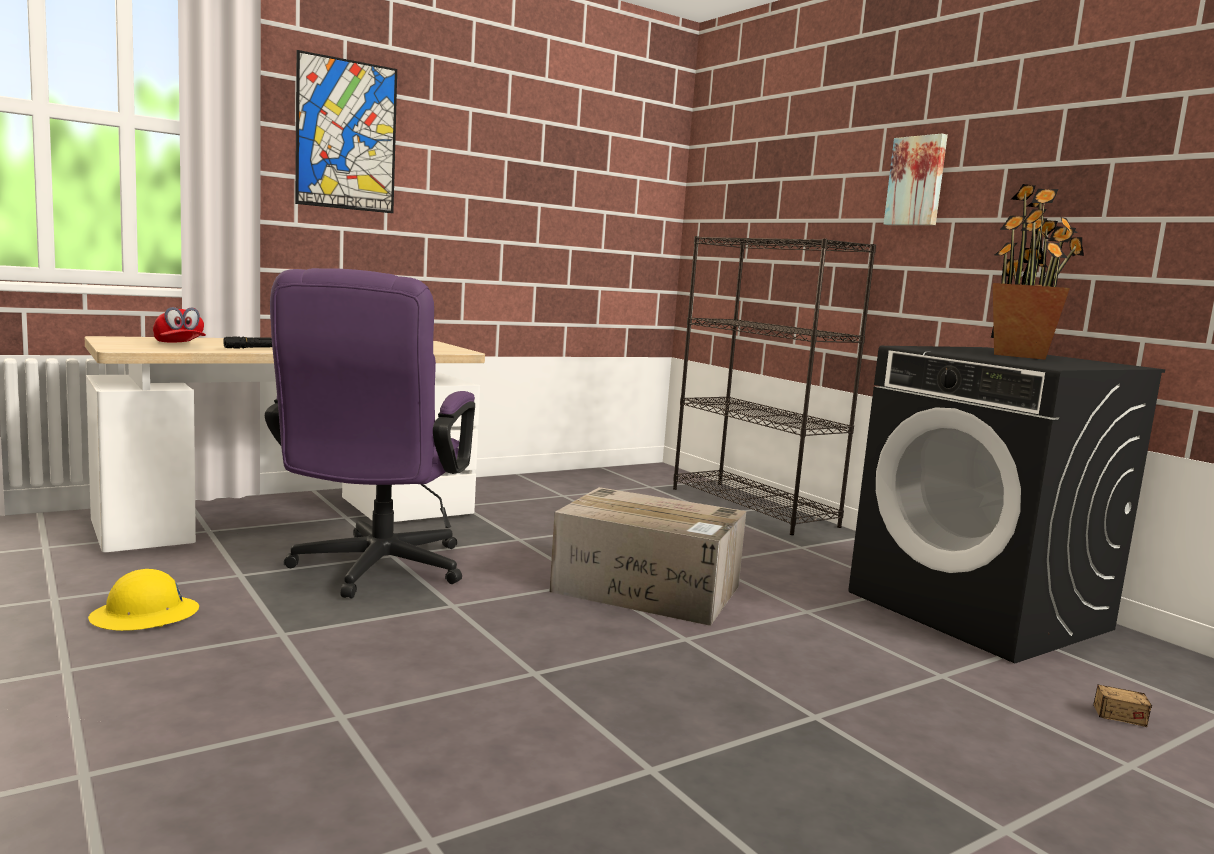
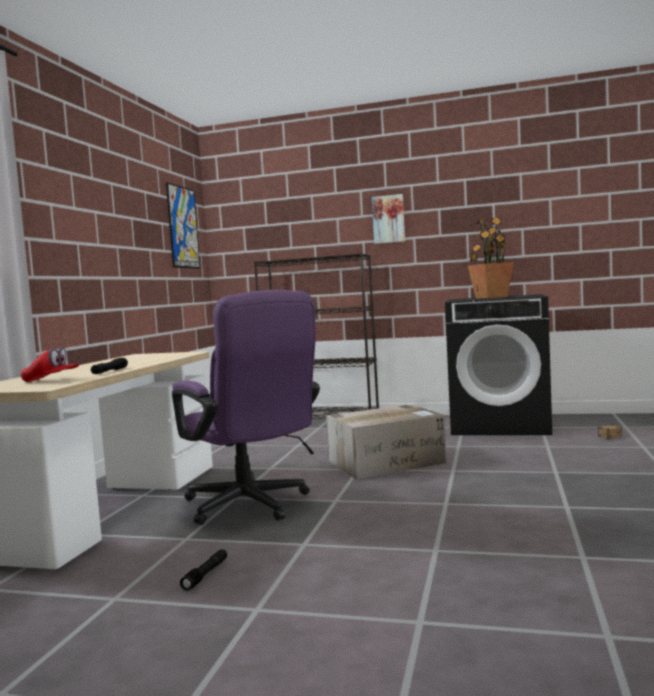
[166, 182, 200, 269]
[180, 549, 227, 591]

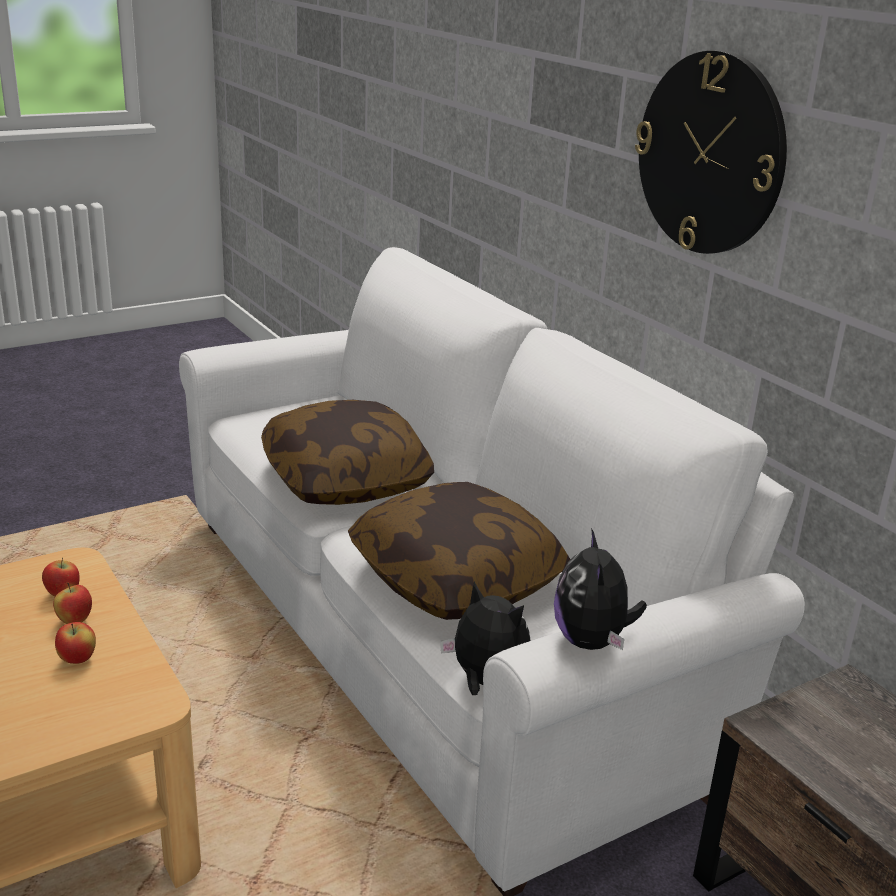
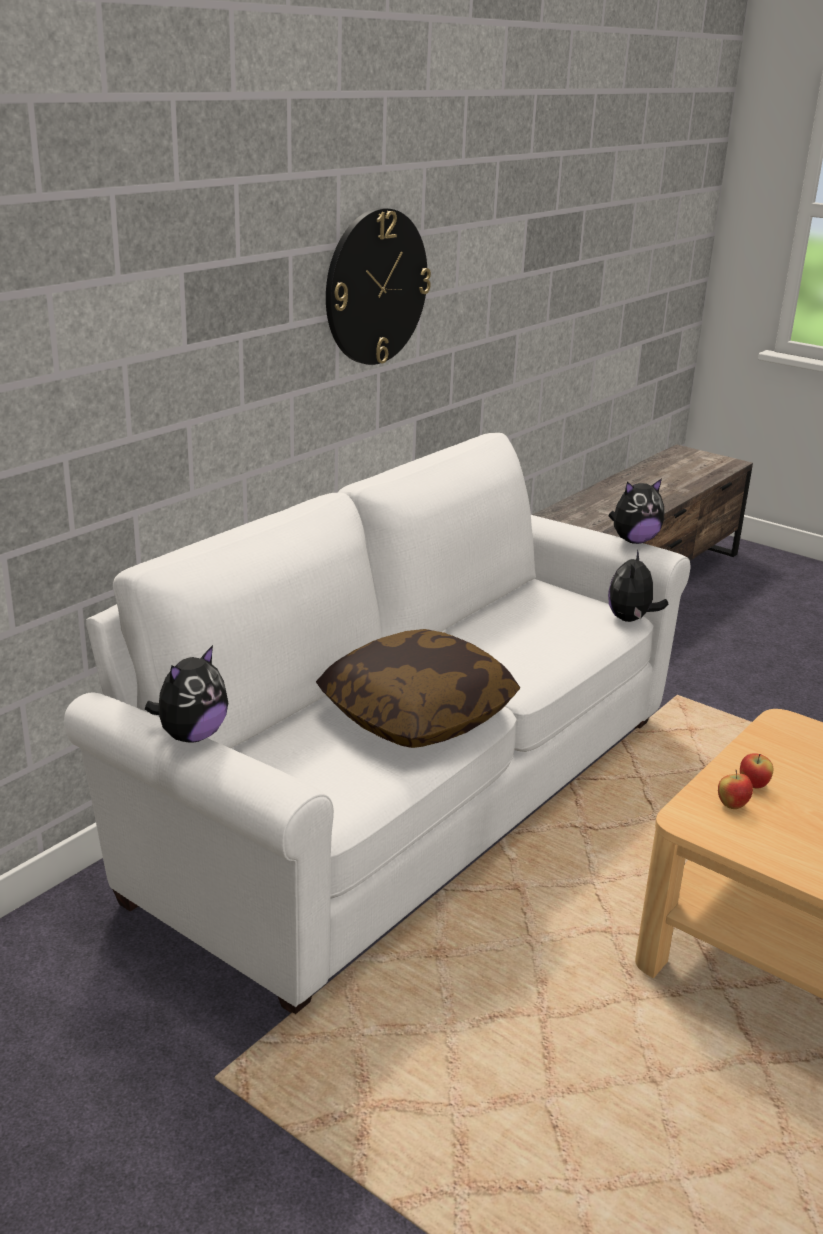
[145, 645, 228, 743]
[55, 622, 96, 664] (first image)
[348, 482, 570, 620] (first image)

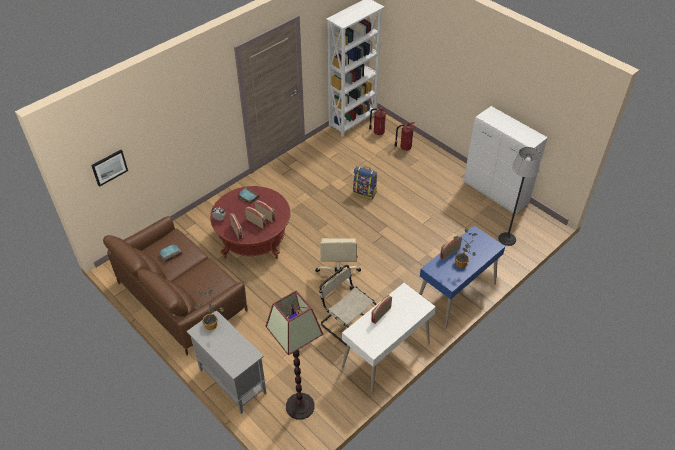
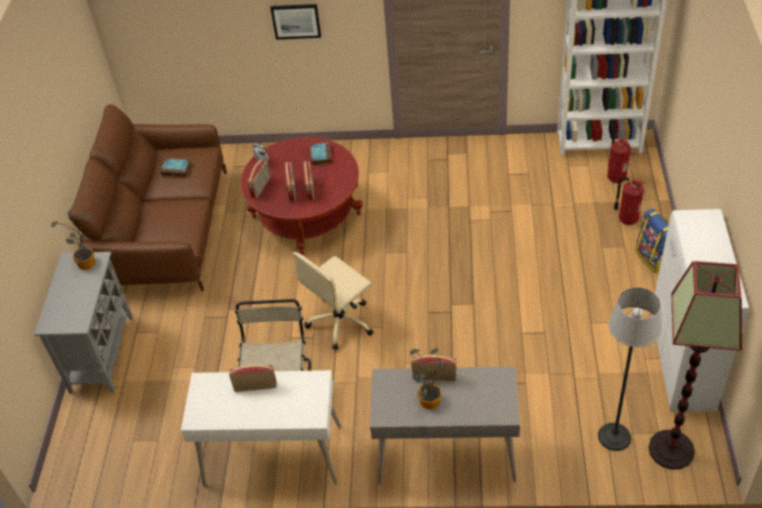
[270, 4, 321, 40]
[370, 366, 520, 484]
[635, 209, 669, 273]
[648, 261, 742, 470]

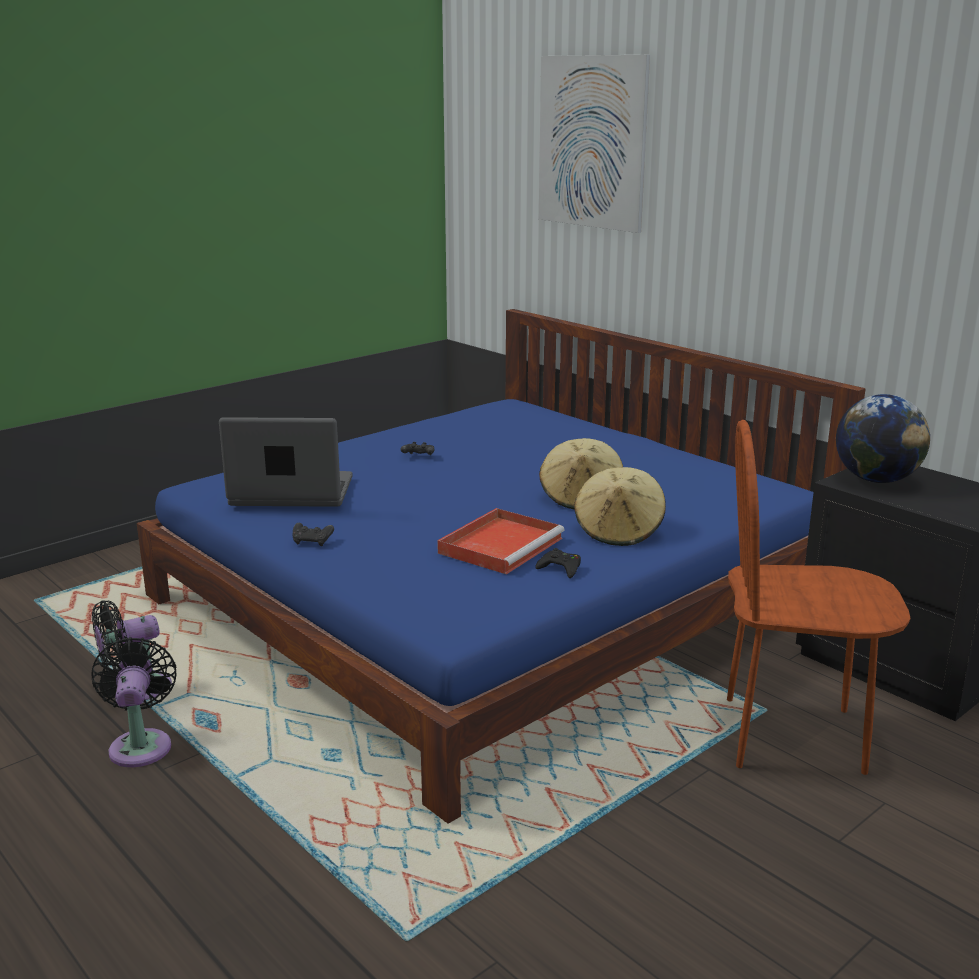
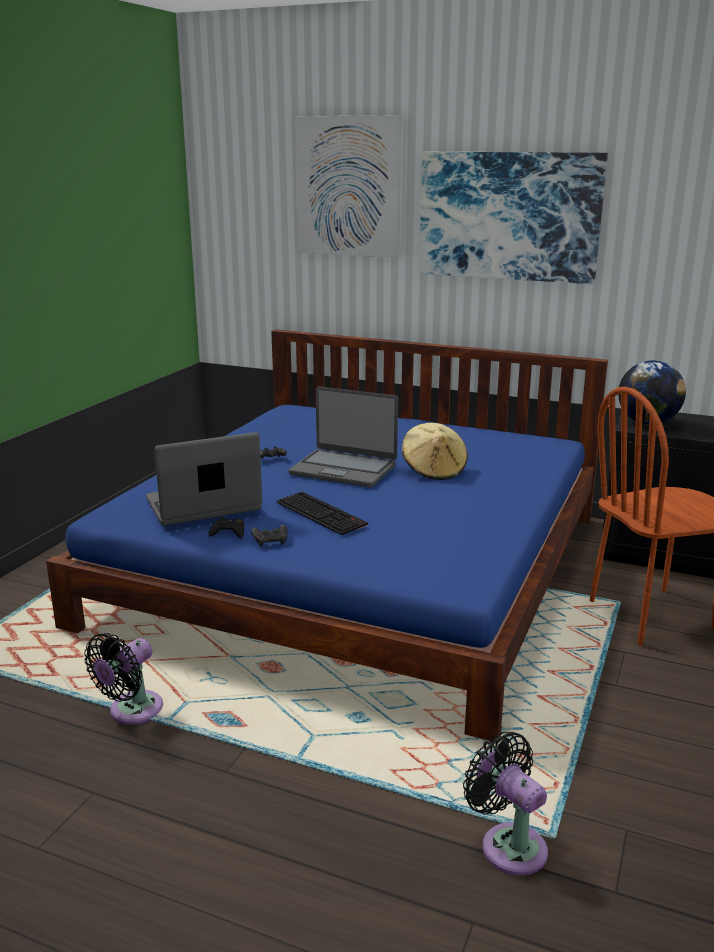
[208, 517, 244, 539]
[276, 492, 368, 535]
[288, 387, 398, 487]
[419, 152, 608, 284]
[463, 732, 548, 876]
[437, 508, 565, 574] (first image)
[574, 467, 666, 546] (first image)

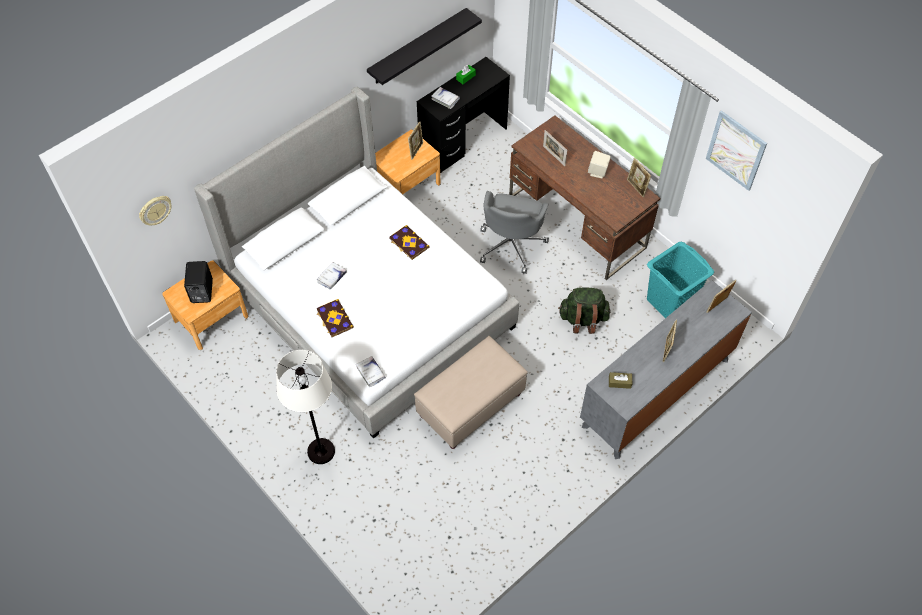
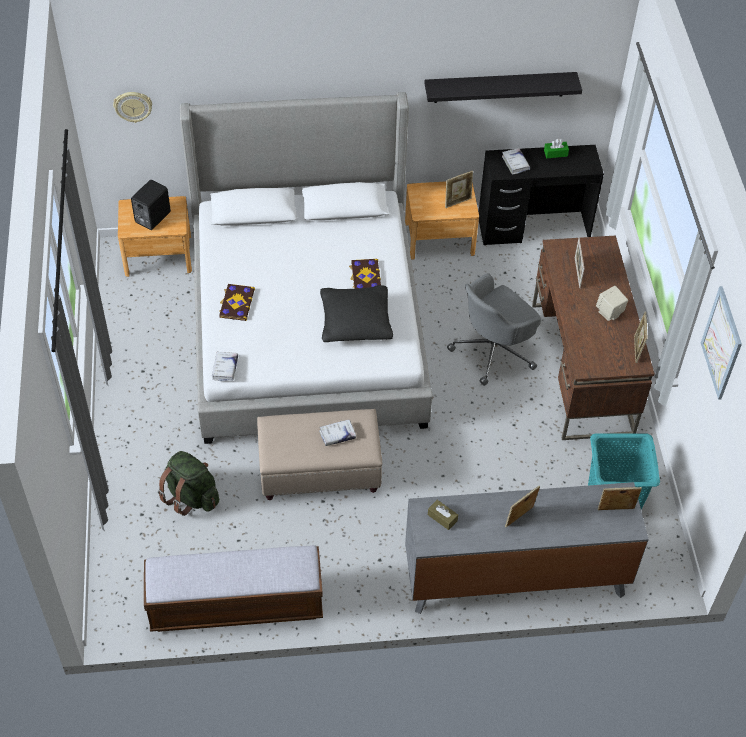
[144, 545, 323, 632]
[158, 451, 219, 516]
[319, 419, 356, 446]
[320, 285, 393, 342]
[276, 350, 335, 464] (first image)

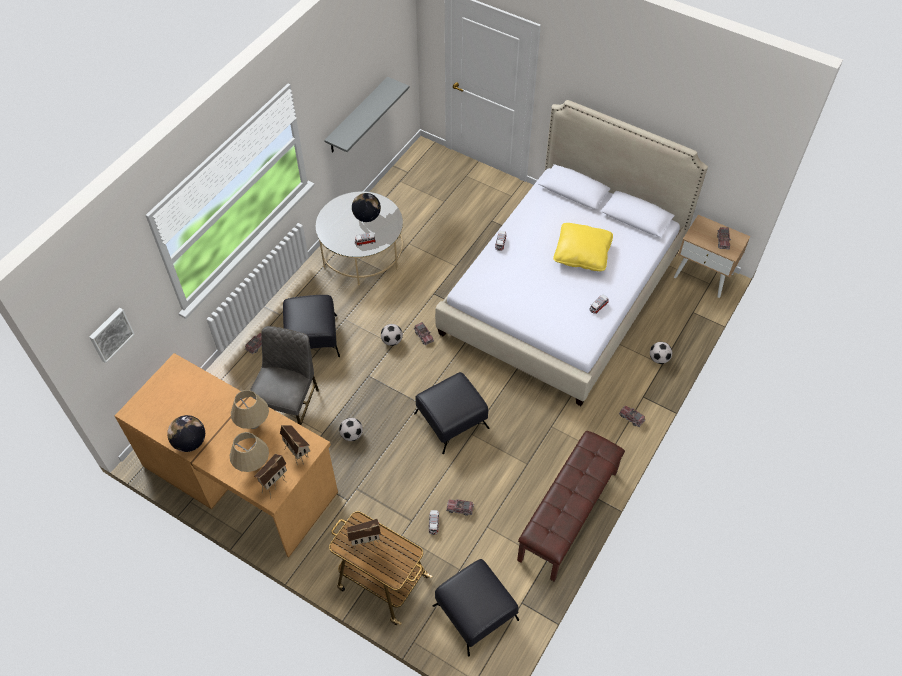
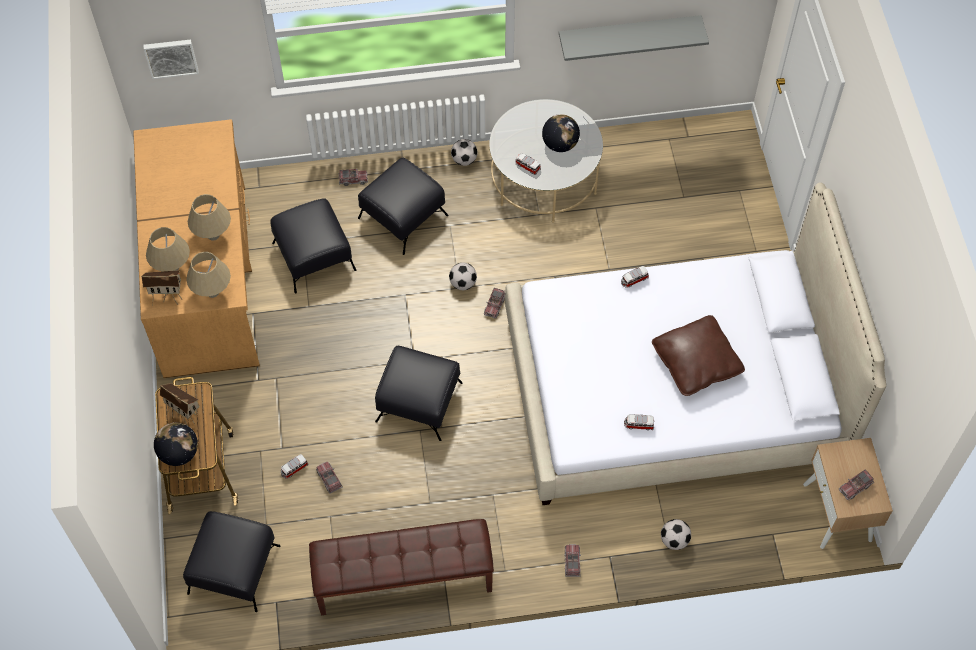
[154, 423, 198, 466]
[186, 252, 231, 298]
[270, 198, 356, 294]
[451, 139, 478, 166]
[652, 315, 745, 396]

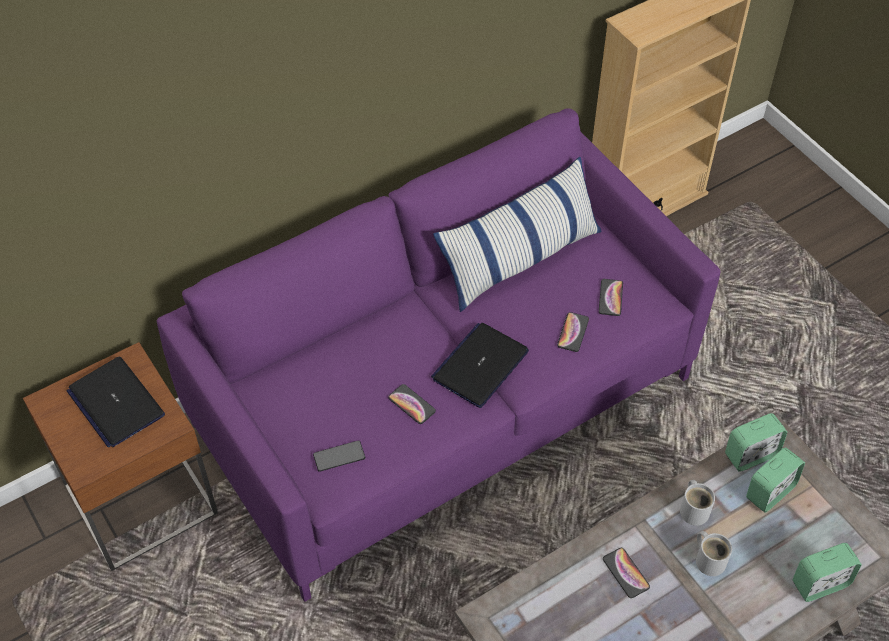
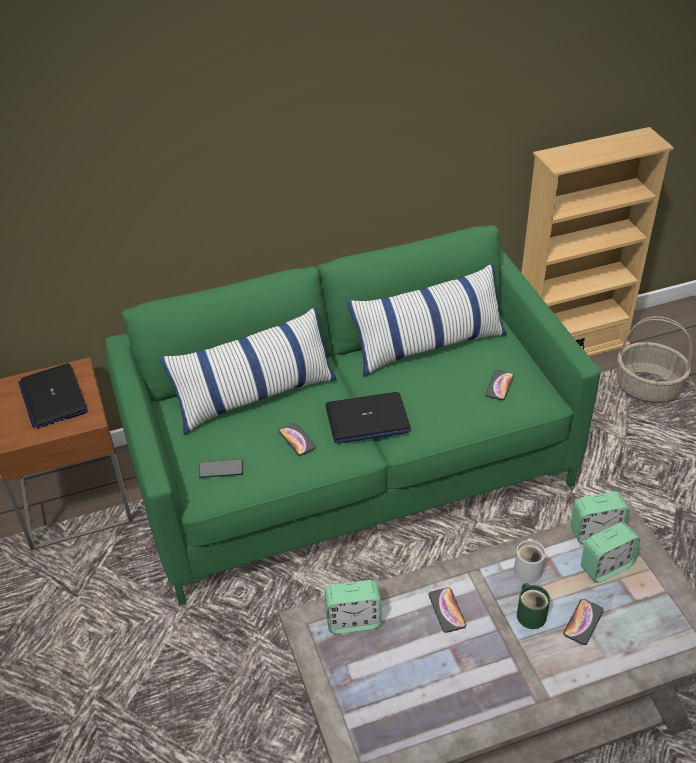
[105, 225, 601, 605]
[159, 306, 337, 435]
[325, 580, 382, 634]
[326, 392, 410, 444]
[517, 583, 550, 629]
[563, 599, 604, 645]
[616, 316, 692, 403]

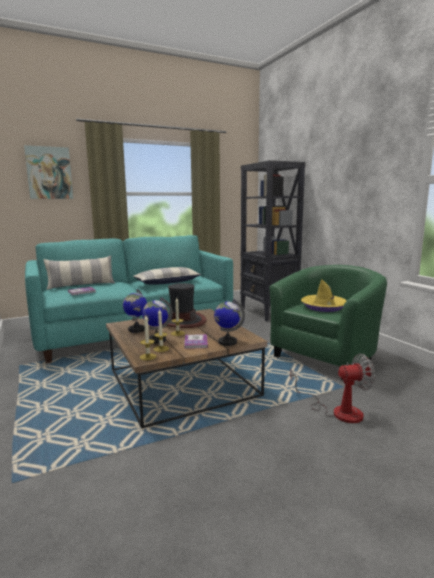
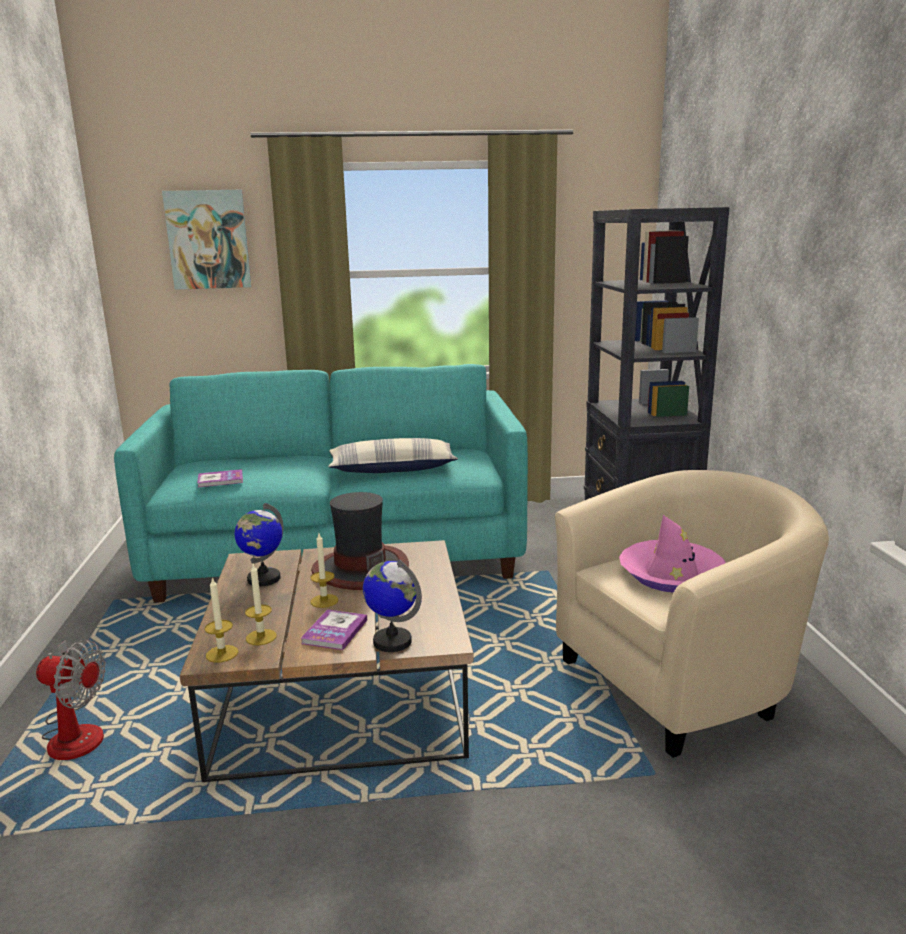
[36, 640, 106, 760]
[555, 470, 829, 758]
[619, 515, 726, 593]
[43, 256, 115, 290] (first image)
[142, 297, 173, 344] (first image)

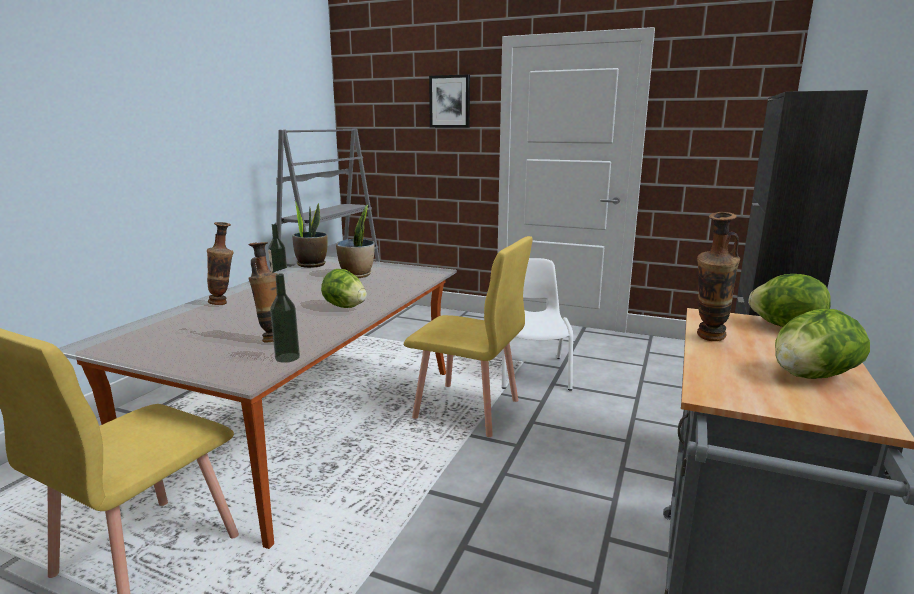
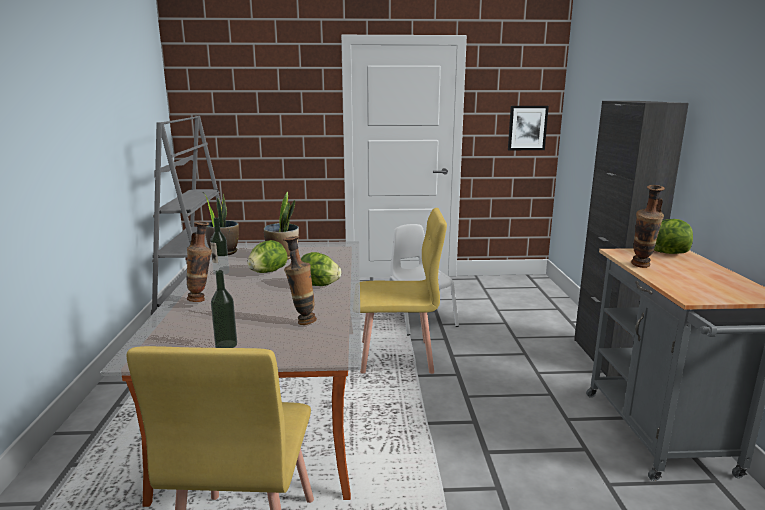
[211, 270, 237, 348]
[248, 240, 288, 273]
[508, 106, 549, 150]

